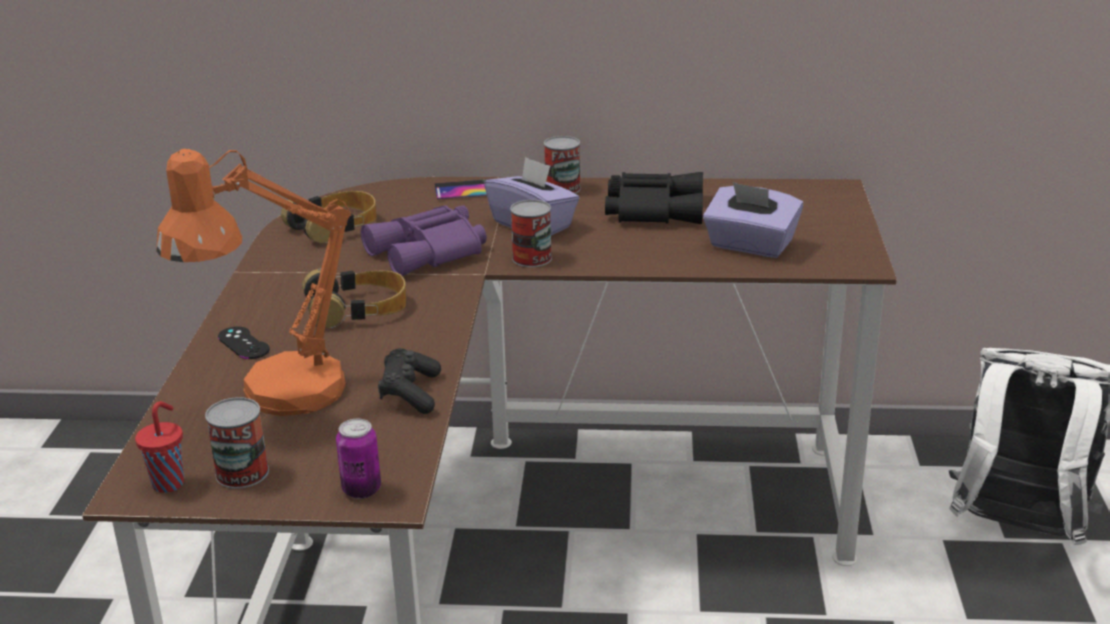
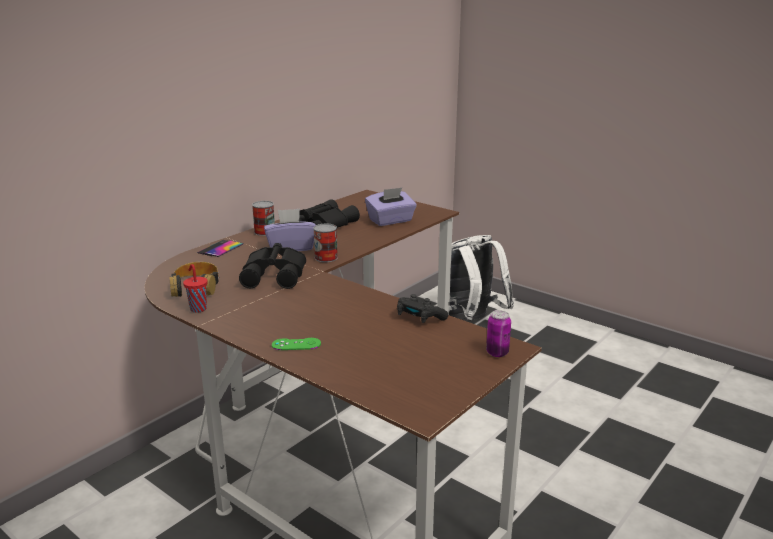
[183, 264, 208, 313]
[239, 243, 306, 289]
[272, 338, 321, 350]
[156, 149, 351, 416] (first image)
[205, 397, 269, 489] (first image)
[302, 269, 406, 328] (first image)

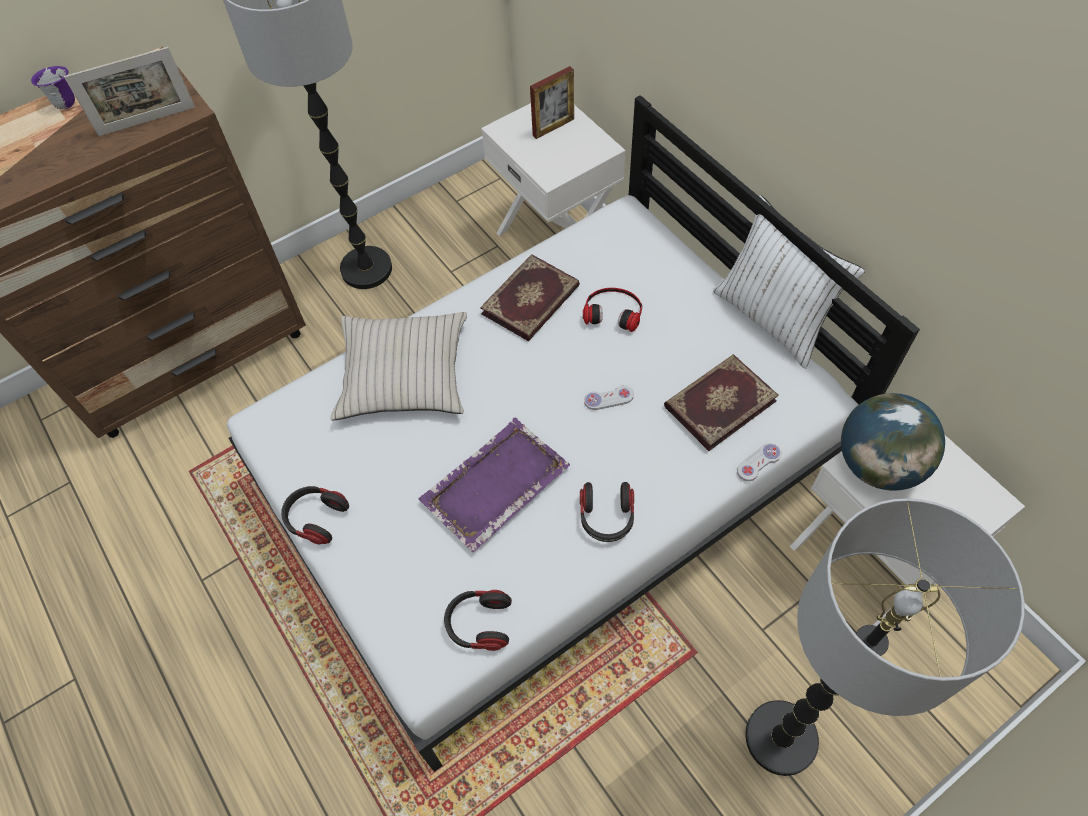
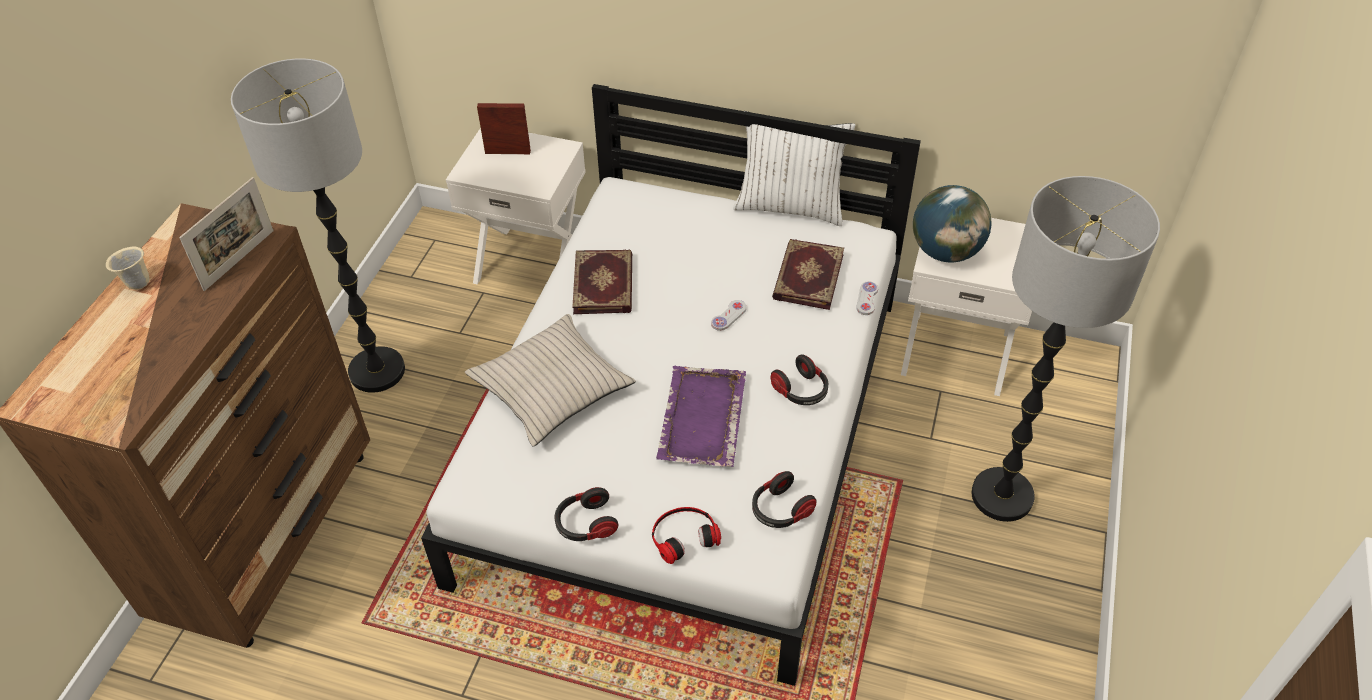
[106, 247, 149, 290]
[477, 103, 531, 154]
[652, 507, 721, 564]

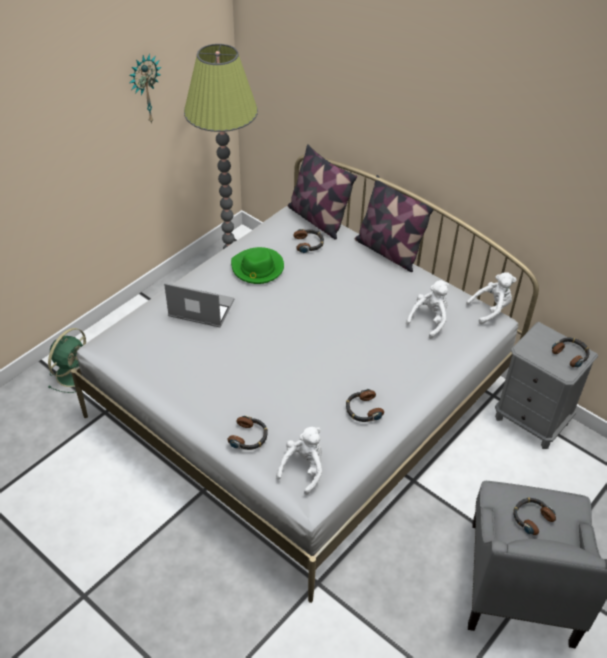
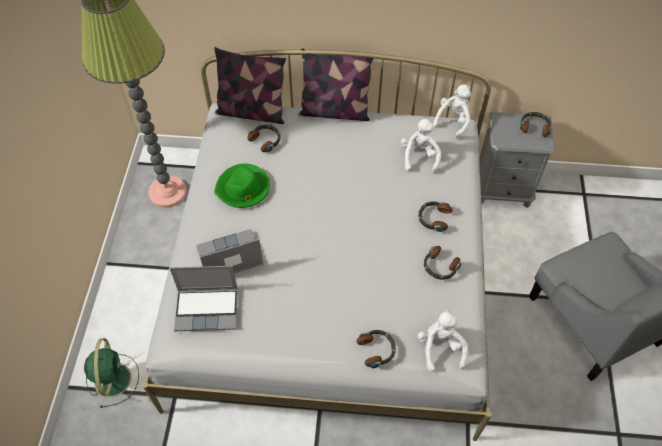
[170, 266, 238, 331]
[419, 201, 452, 232]
[130, 53, 161, 124] (first image)

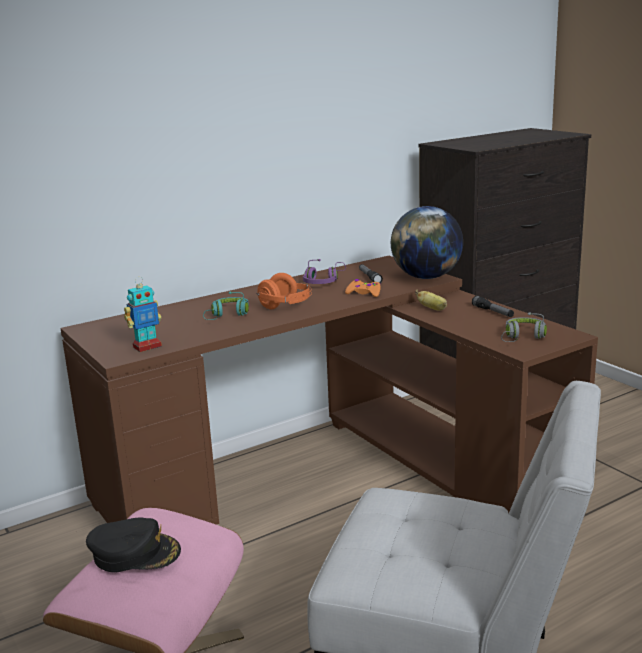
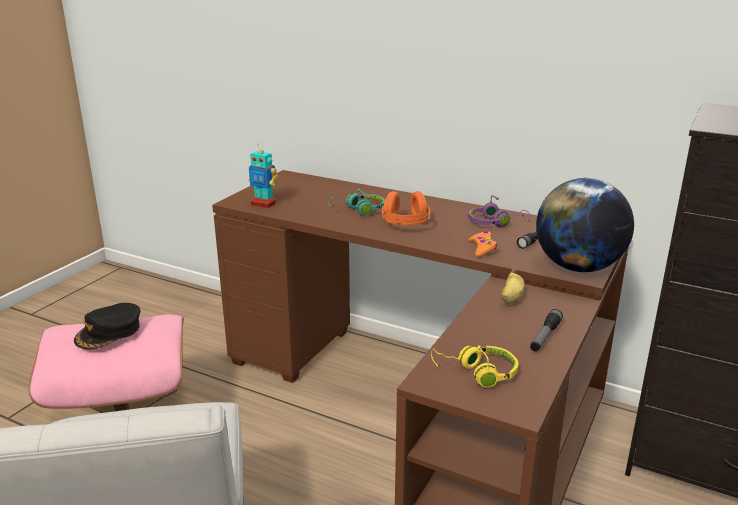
[74, 303, 140, 349]
[431, 346, 518, 388]

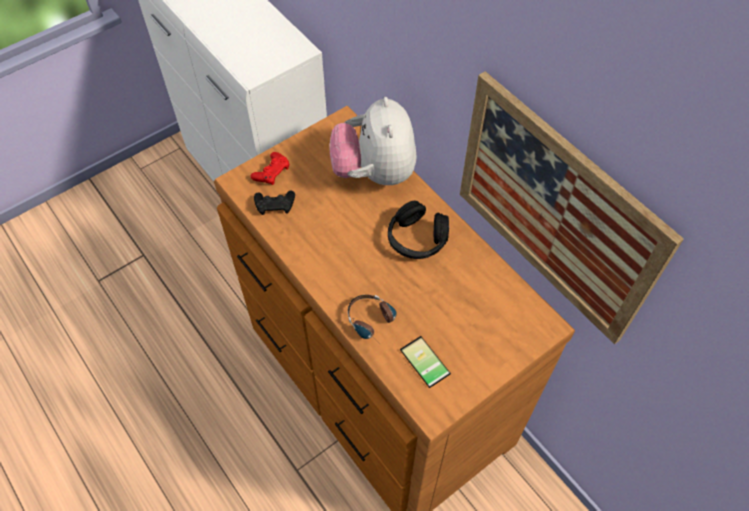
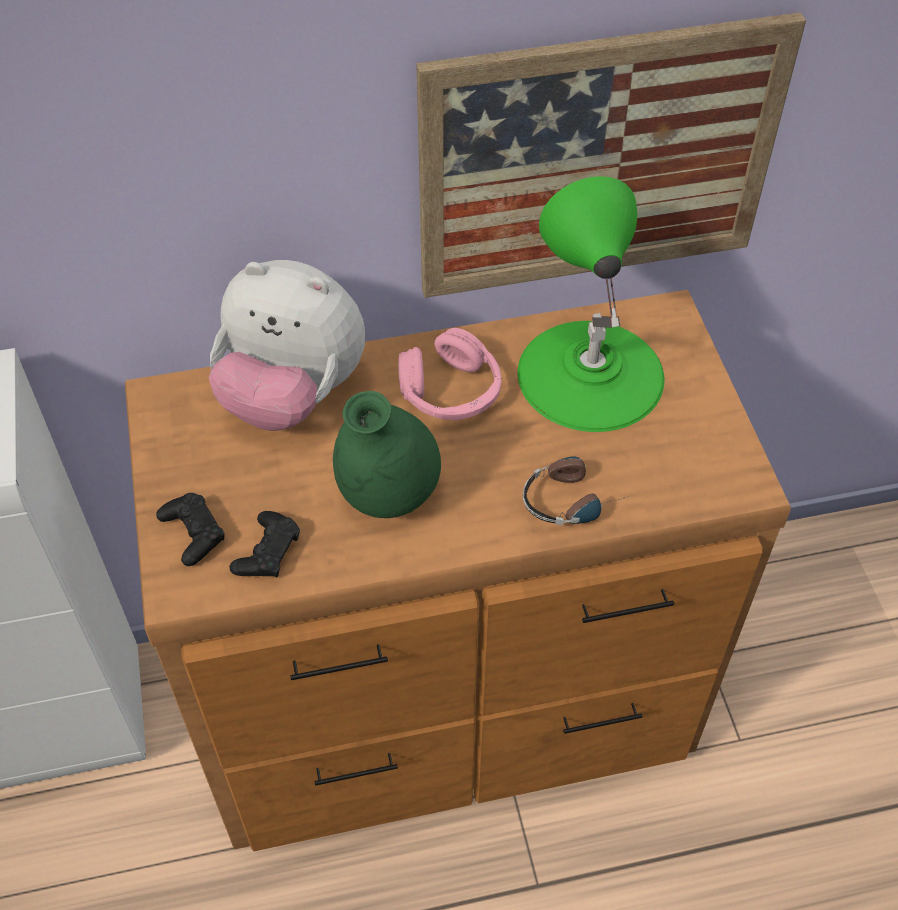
[156, 493, 224, 566]
[333, 391, 441, 518]
[398, 328, 502, 420]
[518, 176, 665, 432]
[400, 336, 451, 388] (first image)

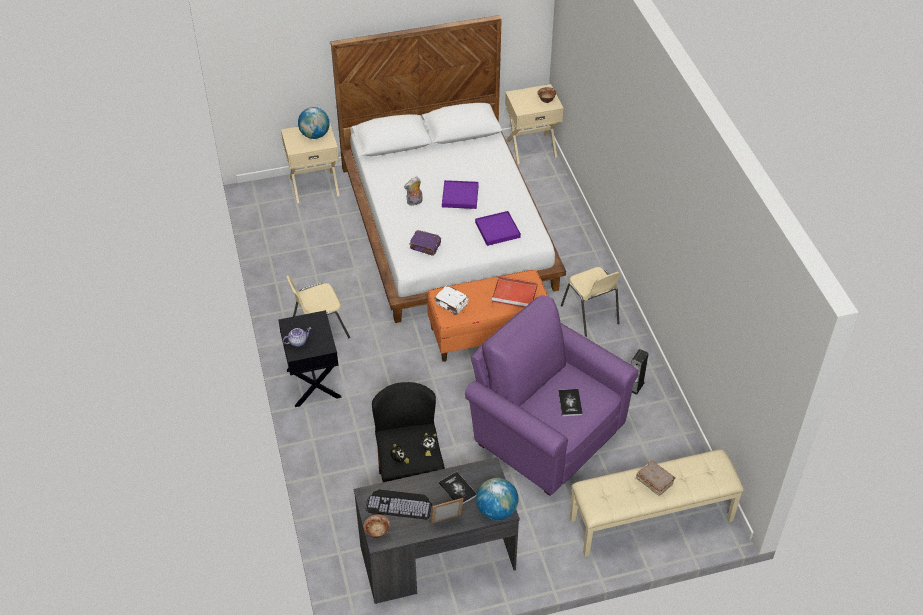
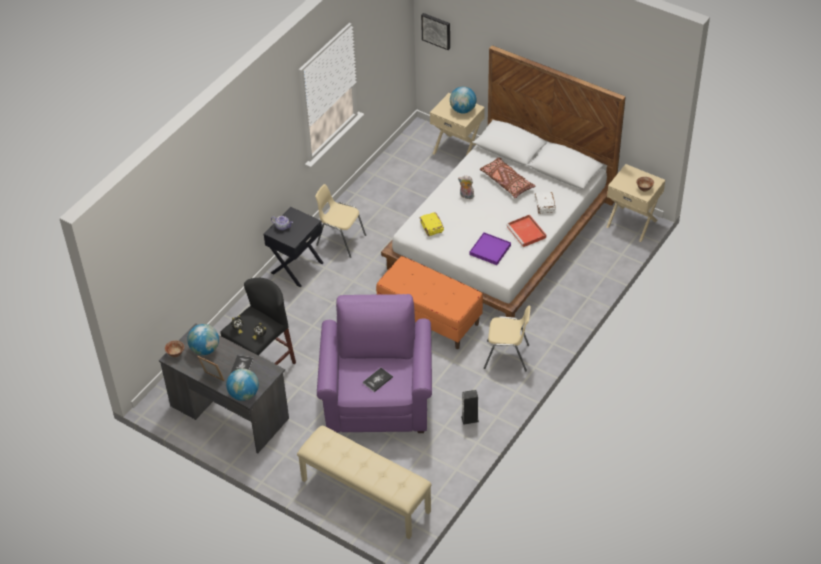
[187, 324, 219, 355]
[419, 212, 444, 236]
[421, 13, 450, 50]
[480, 157, 535, 198]
[484, 306, 531, 371]
[506, 215, 546, 247]
[535, 192, 556, 214]
[442, 180, 479, 209] (first image)
[636, 460, 676, 495] (first image)

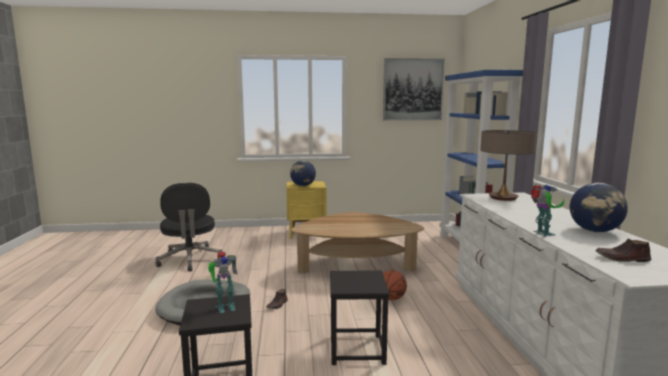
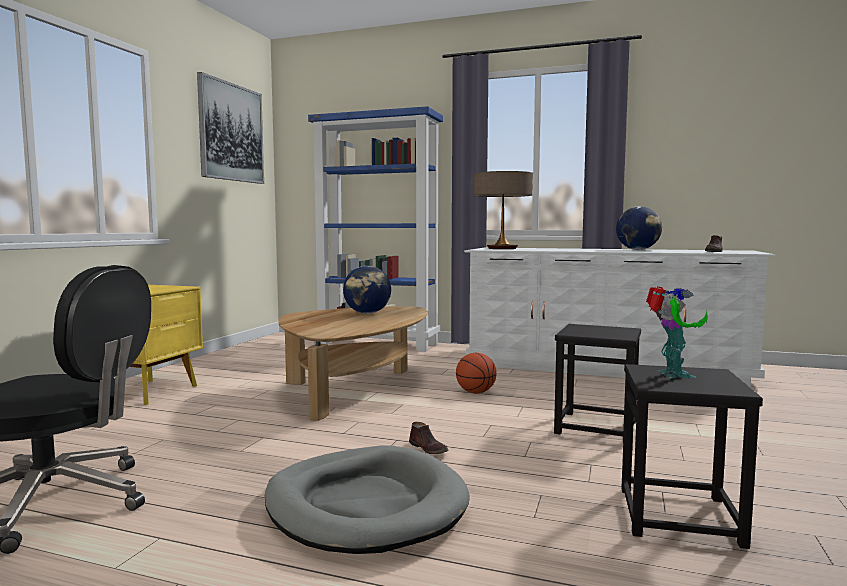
[343, 266, 391, 314]
[531, 185, 564, 237] (first image)

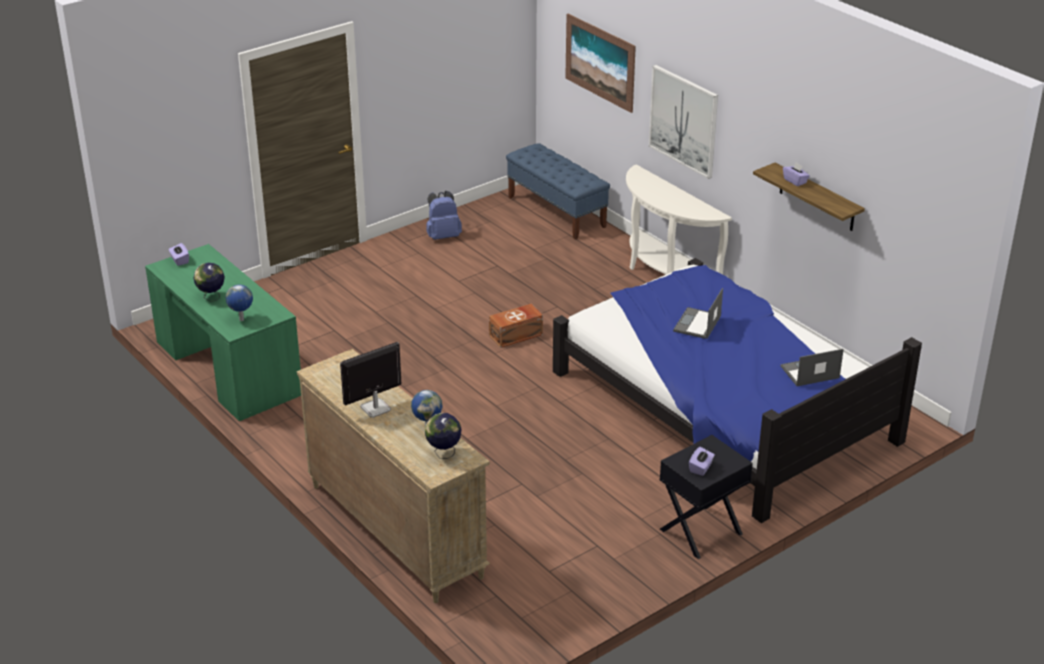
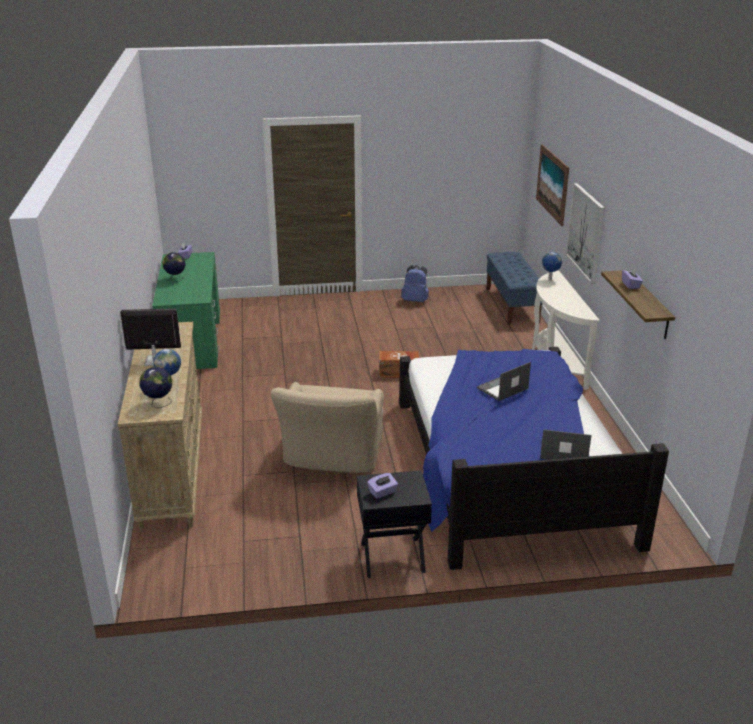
[270, 382, 384, 473]
[542, 252, 562, 280]

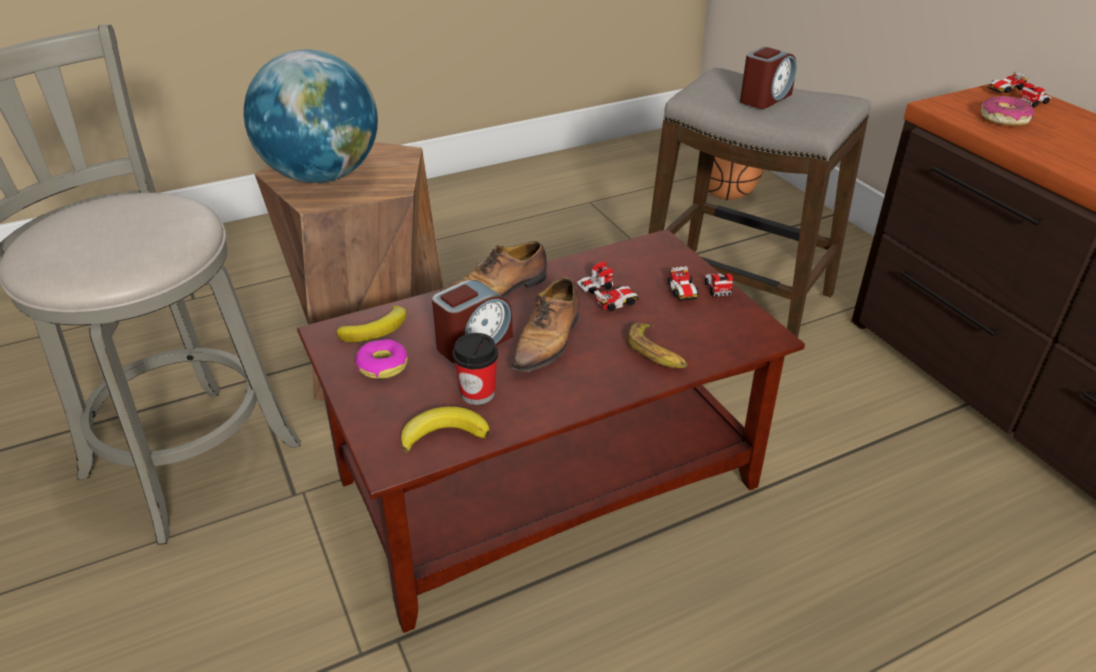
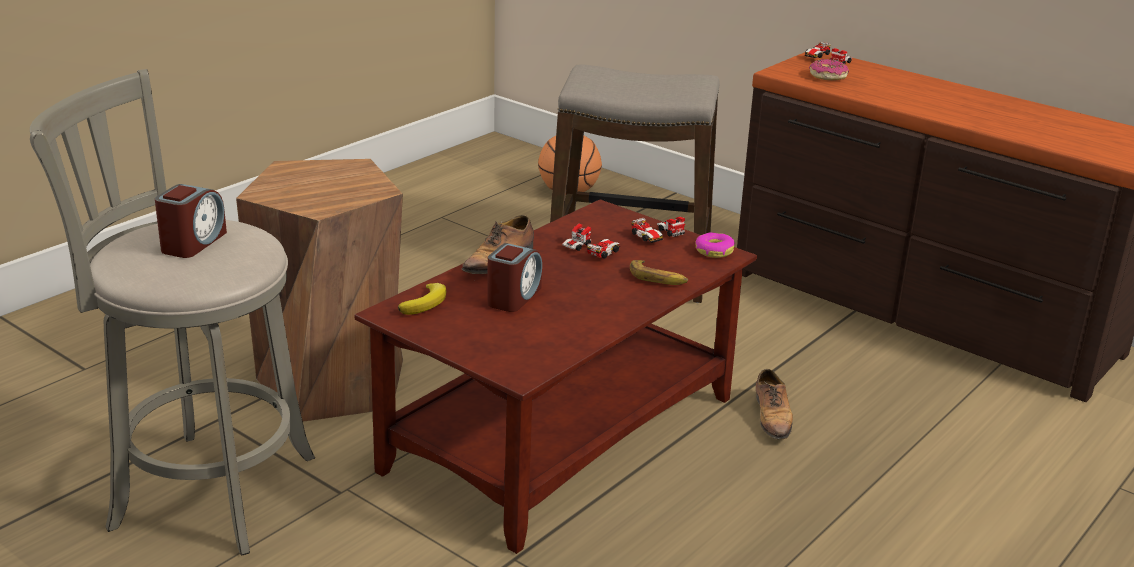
[155, 184, 227, 258]
[696, 232, 735, 258]
[756, 369, 793, 440]
[244, 49, 378, 183] (first image)
[401, 407, 490, 453] (first image)
[453, 333, 498, 405] (first image)

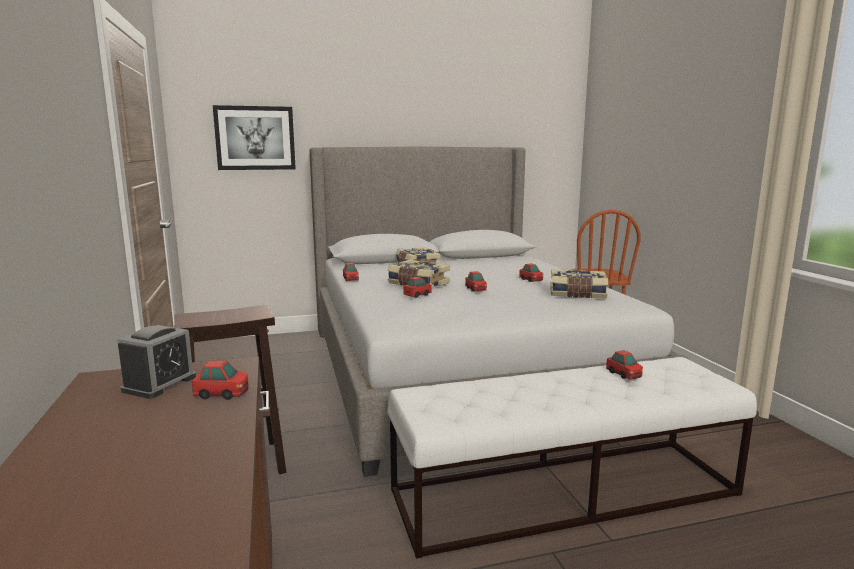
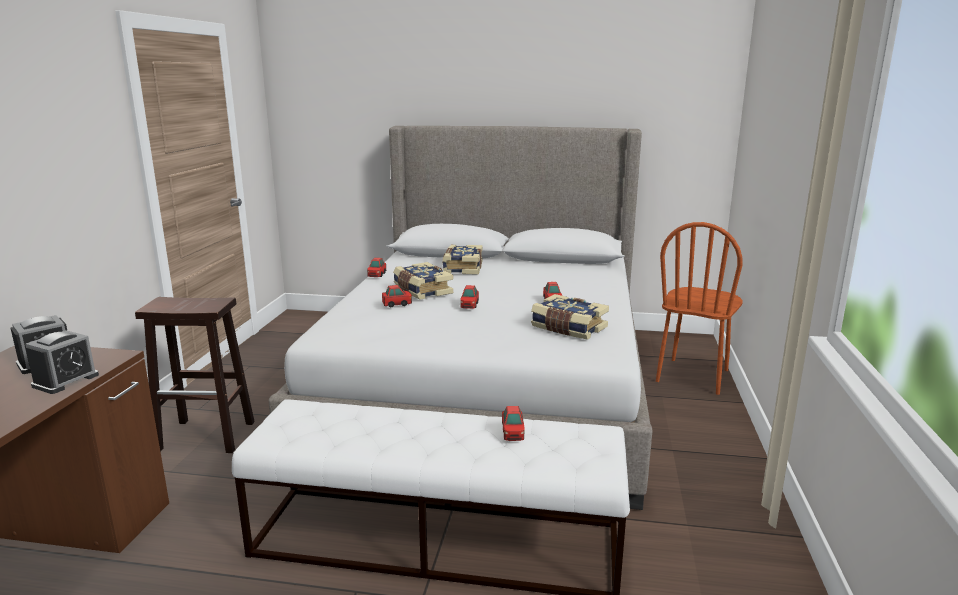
[25, 330, 99, 394]
[213, 105, 296, 170] (first image)

